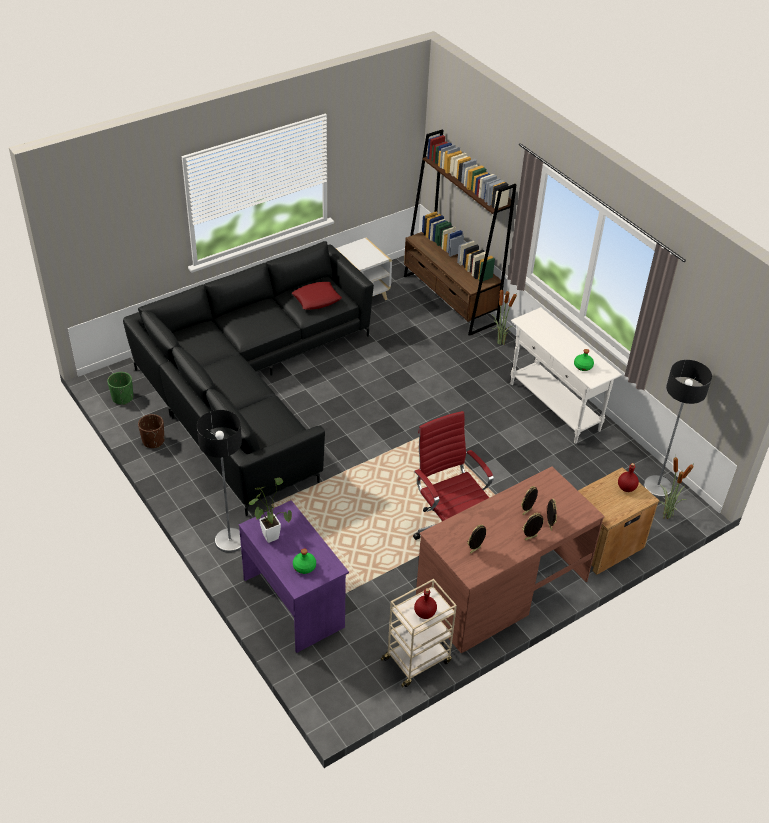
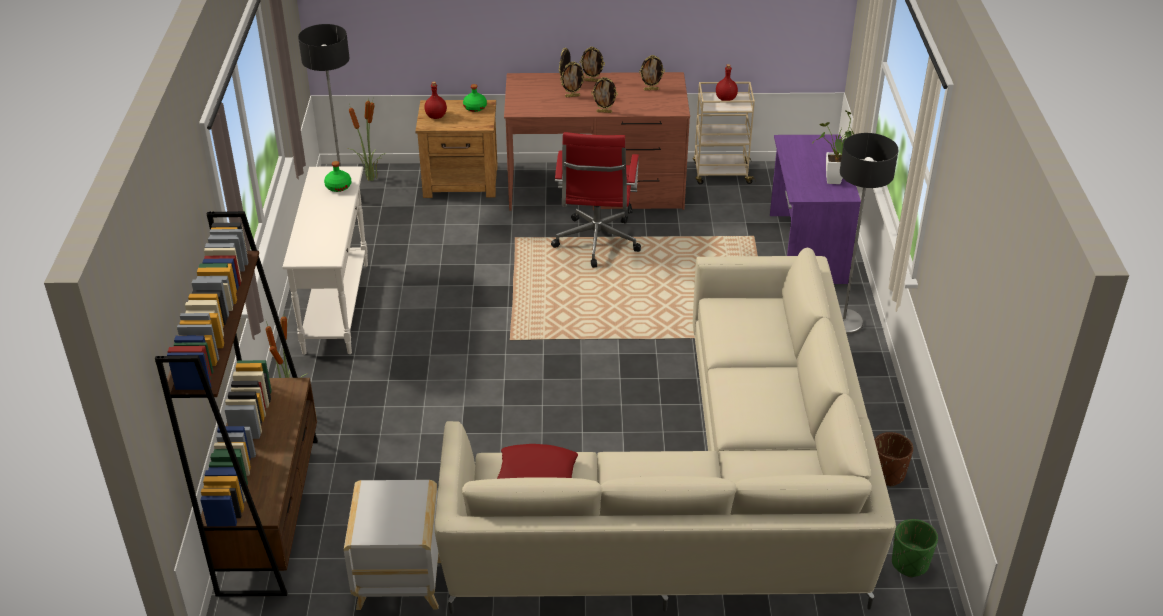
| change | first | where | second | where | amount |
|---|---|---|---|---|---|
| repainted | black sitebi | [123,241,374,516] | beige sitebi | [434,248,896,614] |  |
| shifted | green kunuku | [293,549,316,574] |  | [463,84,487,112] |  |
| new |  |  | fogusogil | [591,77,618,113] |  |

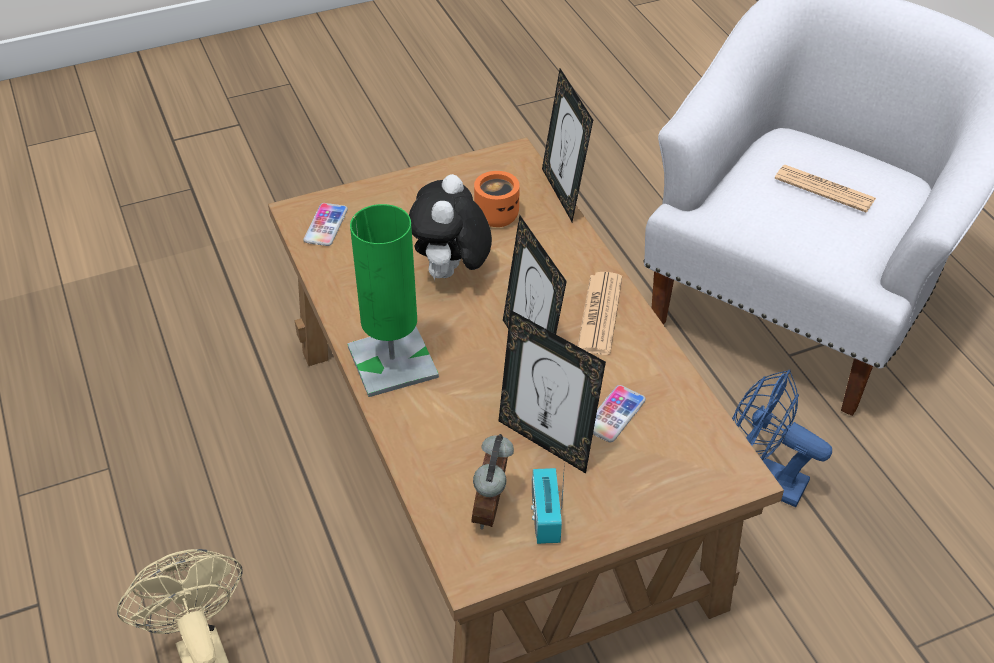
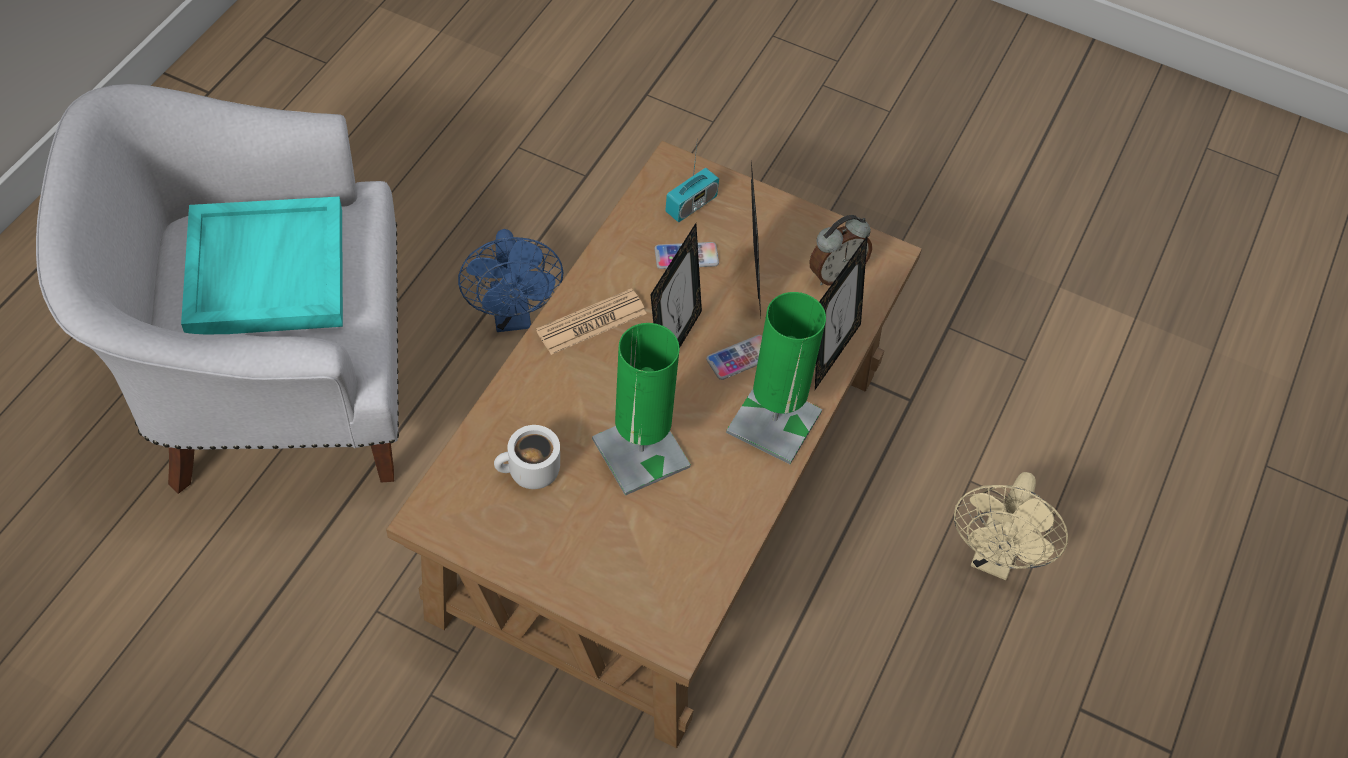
| change | first | where | second | where | amount |
|---|---|---|---|---|---|
| shifted | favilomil | [303,203,348,246] |  | [706,335,762,380] |  |
| swapped | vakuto | [409,174,492,281] | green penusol | [592,323,691,496] |  |
| repainted | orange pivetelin | [474,171,520,227] | white pivetelin | [494,425,560,489] |  |
| shifted | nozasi | [531,463,565,544] |  | [665,137,719,222] |  |
| shifted | fogusogil | [542,68,593,222] |  | [815,235,868,390] |  |
| swapped | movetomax | [774,165,876,212] | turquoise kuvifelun | [181,196,343,335] |  |

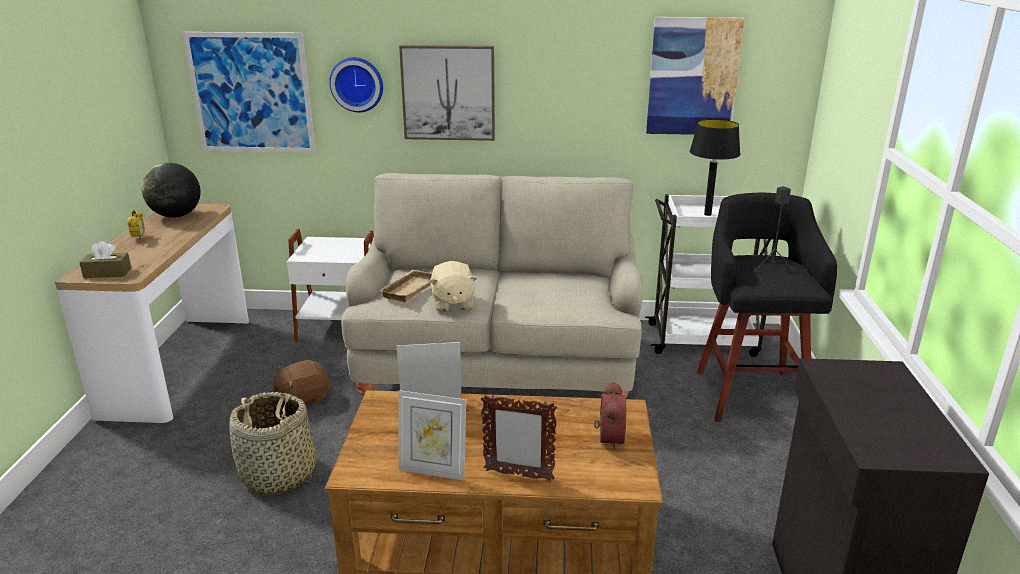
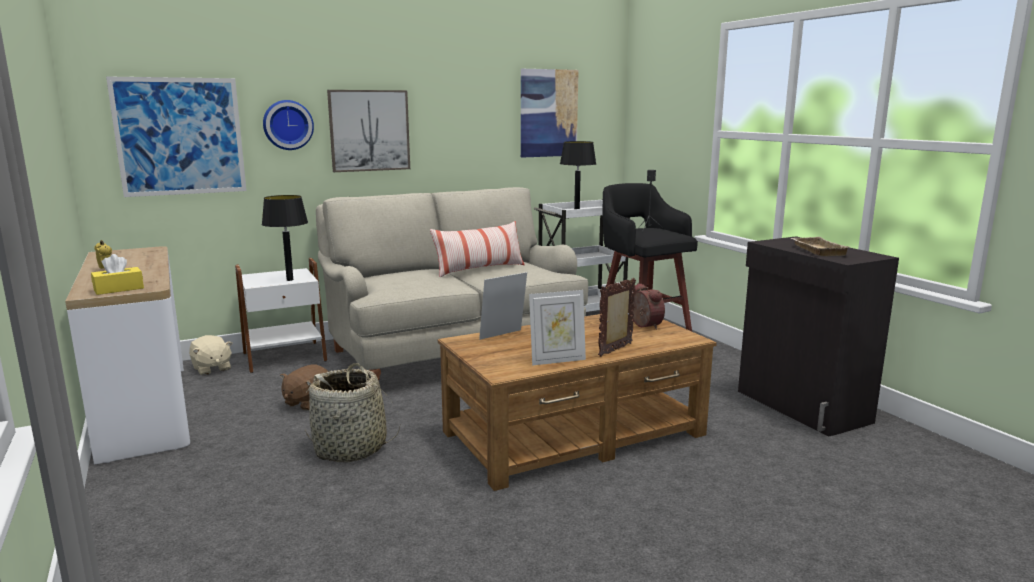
| change | first | where | second | where | amount |
|---|---|---|---|---|---|
| repainted | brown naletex | [79,241,131,278] | yellow naletex | [91,254,144,295] |  |
| gone | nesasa | [142,163,201,218] |  |  |  |
| shifted | beige kuvifelun | [378,270,432,302] |  | [790,237,851,256] |  |
| shifted | beige vakuto | [429,261,477,312] |  | [189,335,232,375] |  |
| rotated | fogusogil | [481,395,557,481] |  | [598,278,636,357] | 150 degrees clockwise |
| new |  |  | black penusol | [262,195,308,281] |  |
| new |  |  | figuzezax | [430,221,524,277] |  |

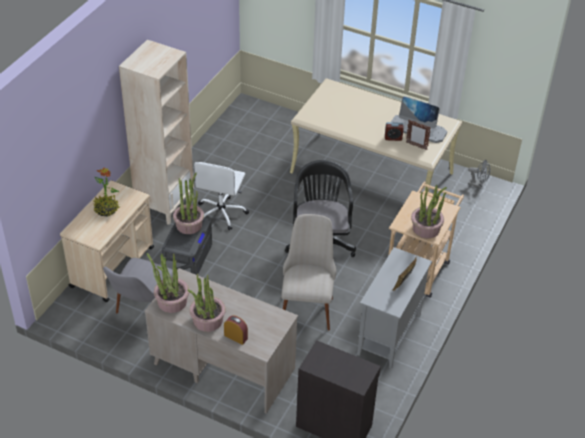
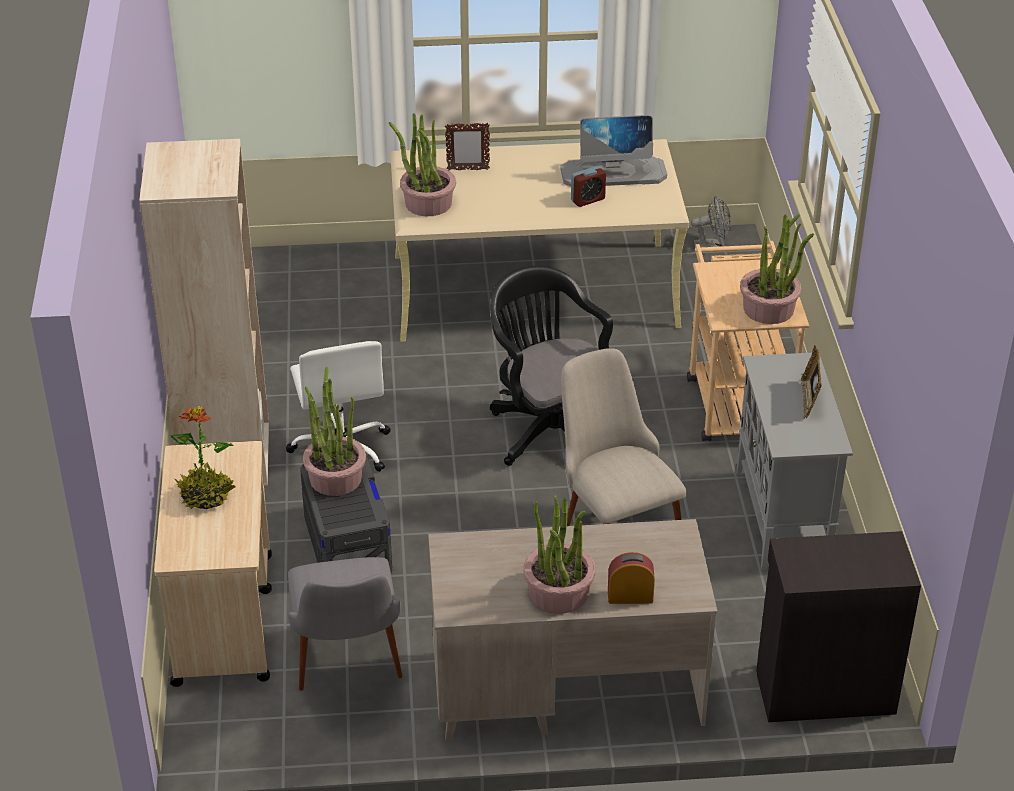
| change | first | where | second | where | amount |
|---|---|---|---|---|---|
| shifted | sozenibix | [147,253,189,313] |  | [389,113,456,216] |  |
| shifted | fogusogil | [406,120,431,150] |  | [445,122,490,170] |  |

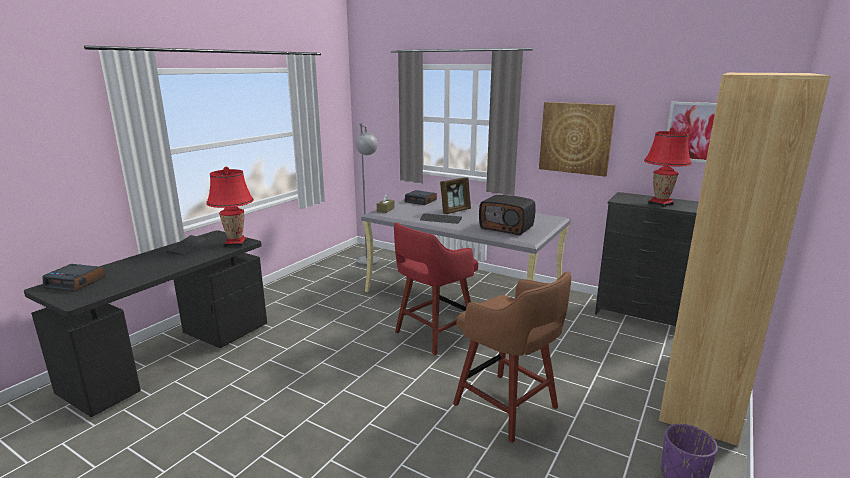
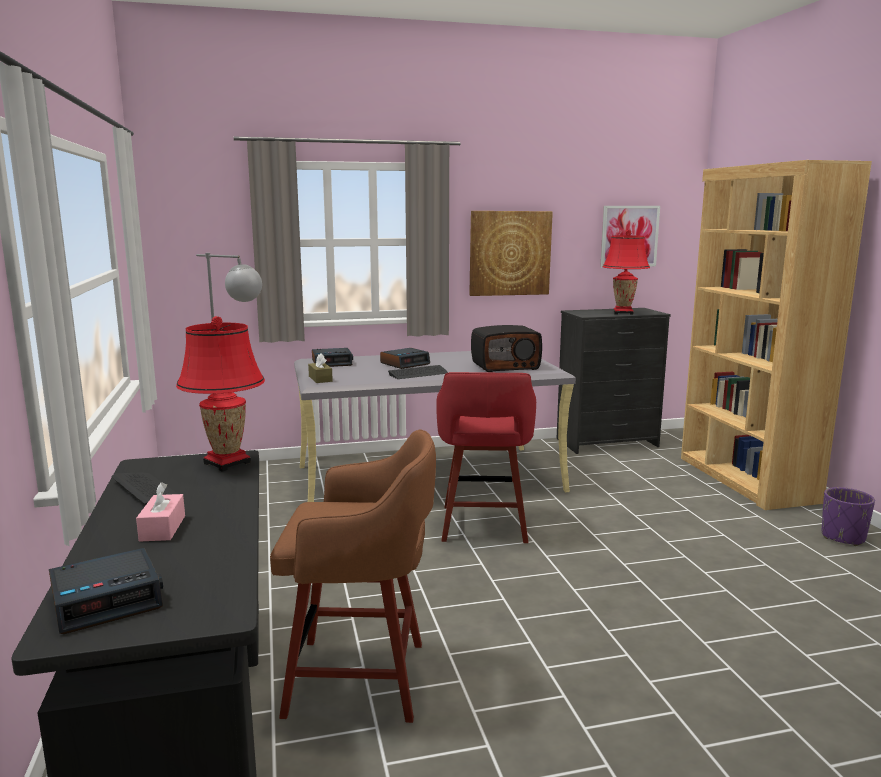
| change | first | where | second | where | amount |
|---|---|---|---|---|---|
| swapped | fogusogil | [440,177,471,214] | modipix | [380,348,430,369] |  |
| shifted | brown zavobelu | [453,272,571,443] |  | [270,429,436,723] |  |
| new |  |  | pink naletex | [136,482,185,542] |  |

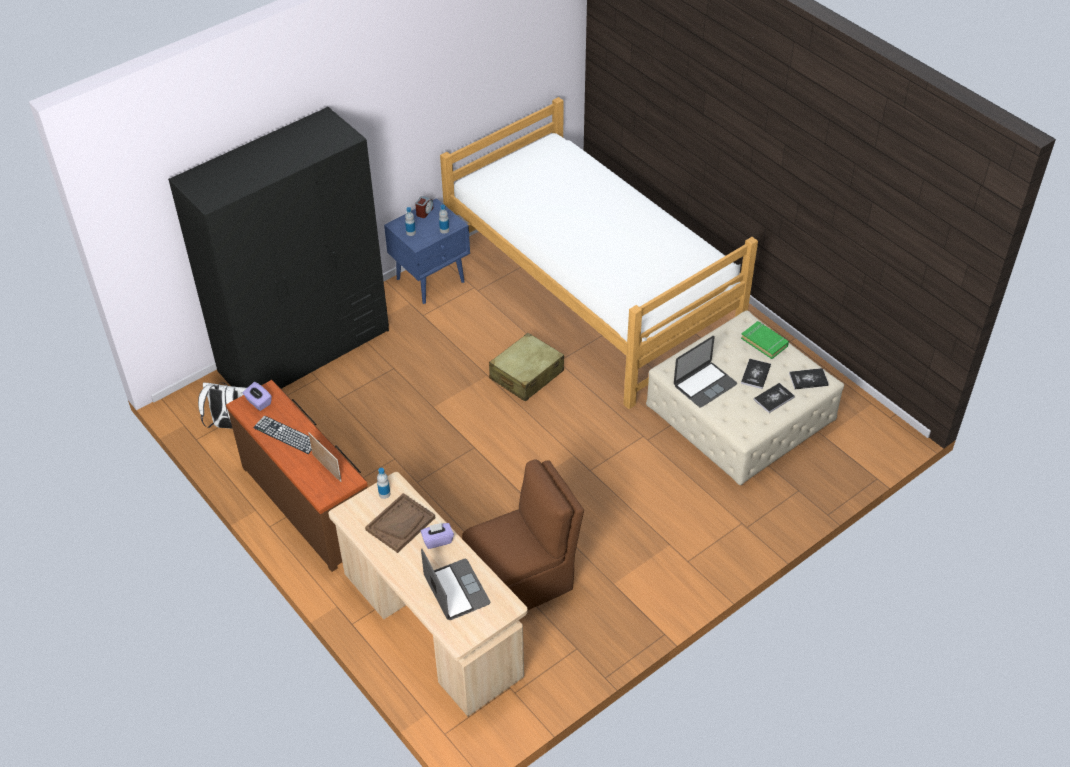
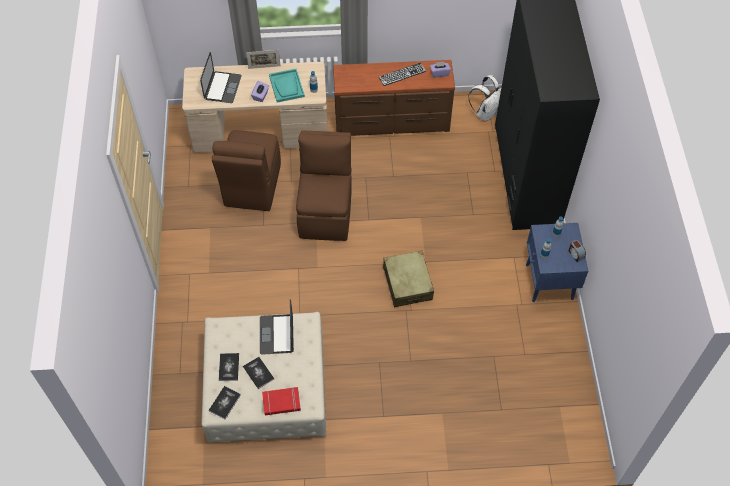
| change | first | where | second | where | amount |
|---|---|---|---|---|---|
| shifted | fogusogil | [308,432,342,482] |  | [246,50,280,69] |  |
| repainted | brown kuvifelun | [365,493,435,553] | turquoise kuvifelun | [269,69,305,103] |  |
| rotated | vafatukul | [421,549,491,620] |  | [200,52,242,103] | 90 degrees counterclockwise |
| gone | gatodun | [440,97,758,409] |  |  |  |
| repainted | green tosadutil | [741,321,789,359] | red tosadutil | [262,387,301,415] |  |
| new |  |  | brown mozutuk | [296,130,352,241] |  |

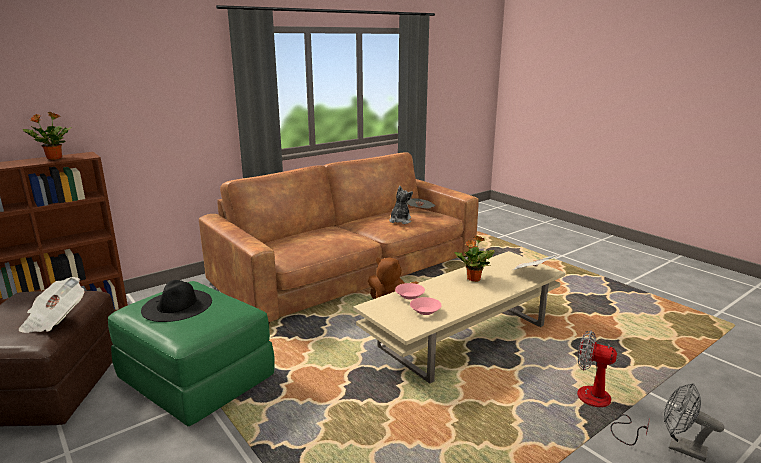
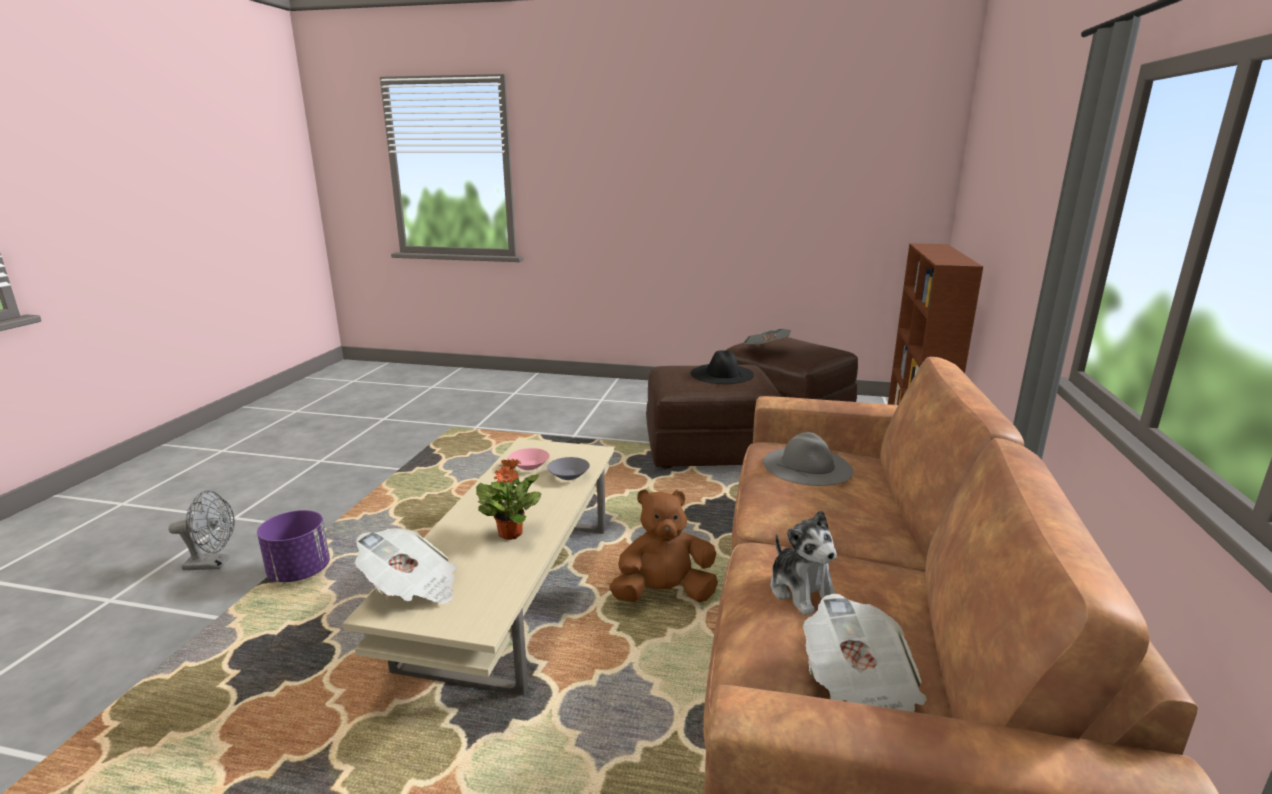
| change | first | where | second | where | amount |
|---|---|---|---|---|---|
| gone | sozenibix | [23,112,72,160] |  |  |  |
| repainted | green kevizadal | [108,281,275,427] | brown kevizadal | [646,365,781,468] |  |
| repainted | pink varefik | [395,283,425,300] | grey varefik | [547,457,590,480] |  |
| swapped | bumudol | [577,330,649,446] | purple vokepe | [257,510,330,582] |  |
| new |  |  | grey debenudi | [763,432,854,486] |  |

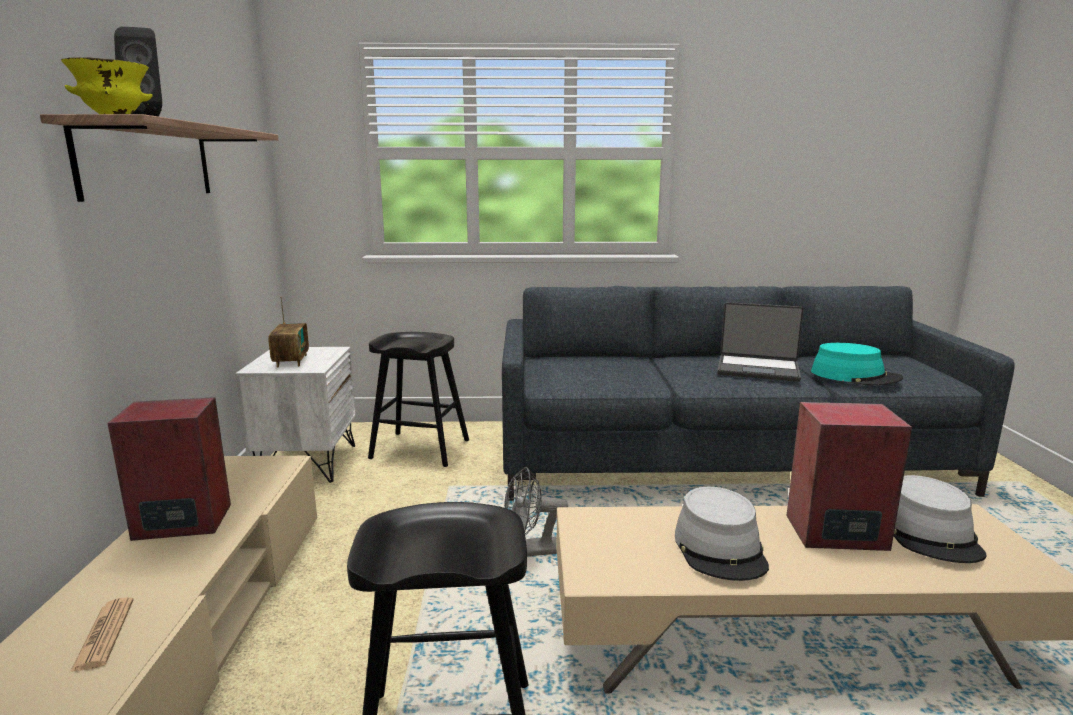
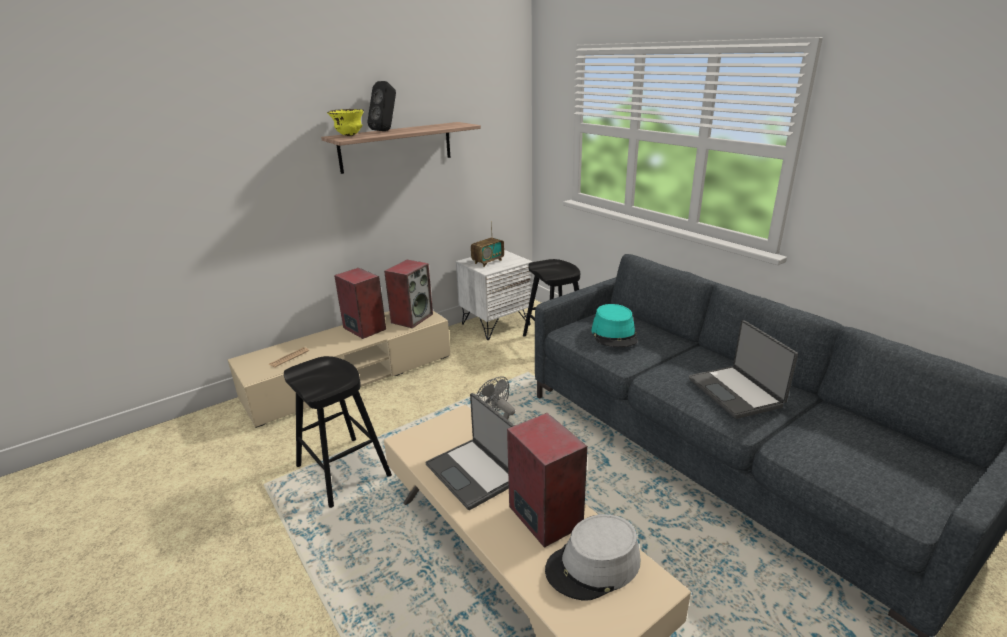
| change | first | where | second | where | amount |
|---|---|---|---|---|---|
| swapped | grey debenudi | [675,487,769,581] | vafatukul | [426,393,515,510] |  |
| shifted | turquoise debenudi | [811,343,903,386] |  | [592,304,638,347] |  |
| new |  |  | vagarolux | [384,260,433,328] |  |

